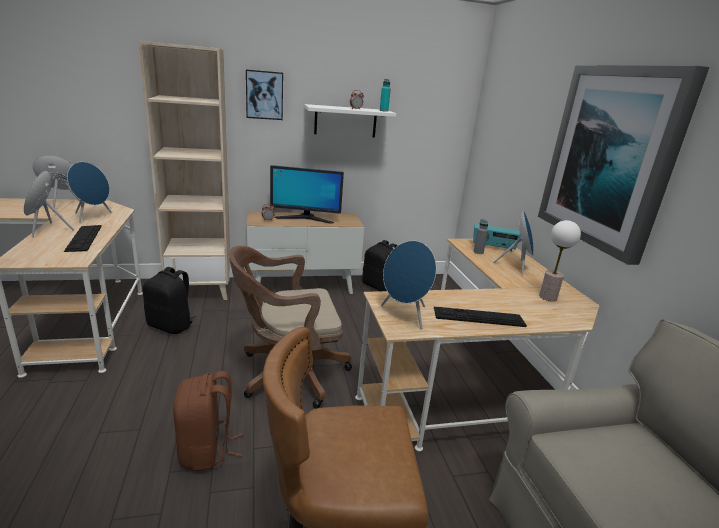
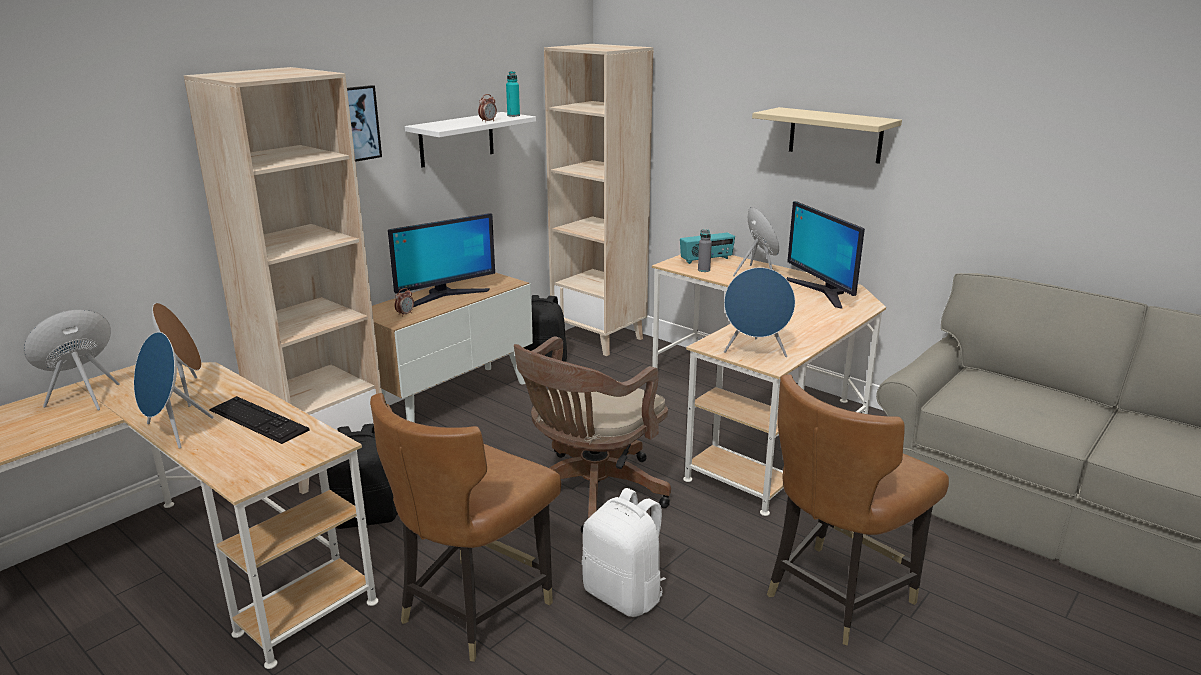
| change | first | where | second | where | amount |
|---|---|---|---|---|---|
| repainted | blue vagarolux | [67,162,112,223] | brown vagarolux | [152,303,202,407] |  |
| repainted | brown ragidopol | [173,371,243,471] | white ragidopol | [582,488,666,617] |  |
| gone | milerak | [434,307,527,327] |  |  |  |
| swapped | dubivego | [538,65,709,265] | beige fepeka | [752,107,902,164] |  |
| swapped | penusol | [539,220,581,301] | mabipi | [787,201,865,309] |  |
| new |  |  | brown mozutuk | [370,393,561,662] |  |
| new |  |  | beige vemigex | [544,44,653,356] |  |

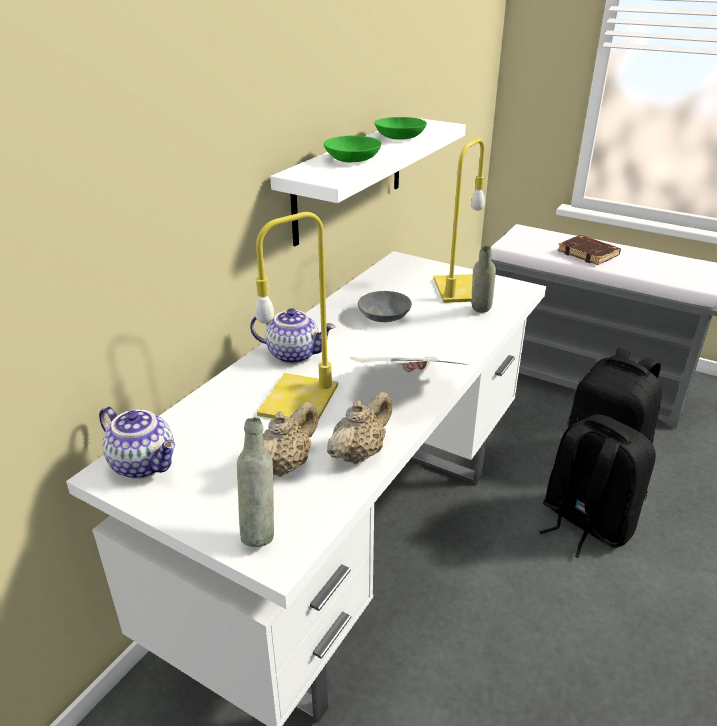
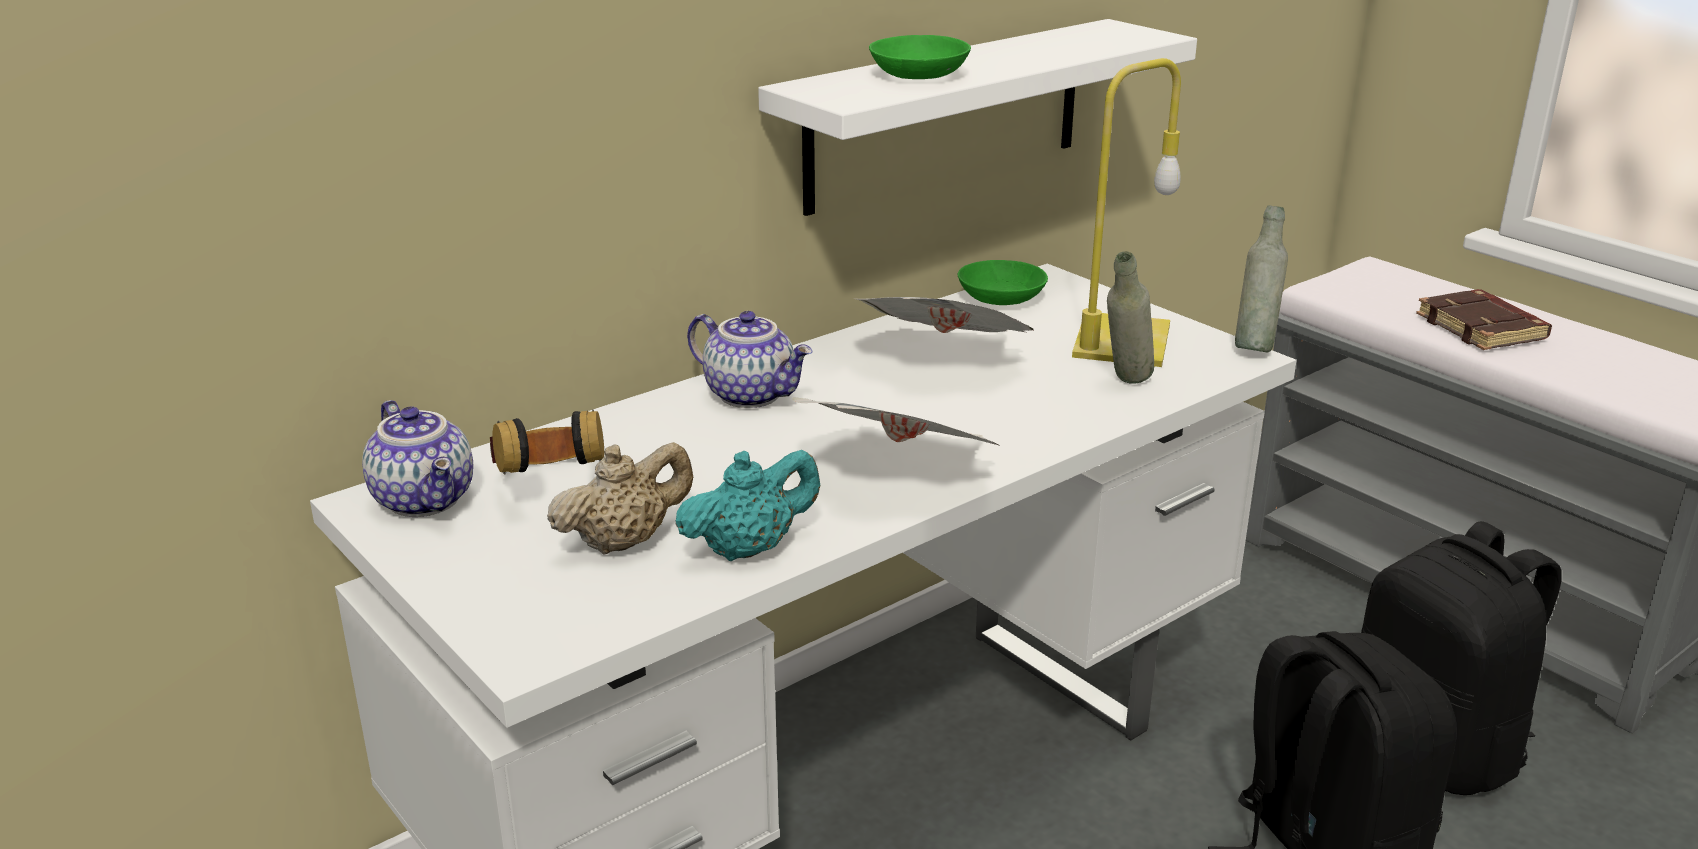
| change | first | where | second | where | amount |
|---|---|---|---|---|---|
| shifted | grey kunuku | [237,417,274,547] |  | [1235,205,1288,353] |  |
| gone | yellow penusol | [255,212,338,423] |  |  |  |
| repainted | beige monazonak | [327,392,392,464] | turquoise monazonak | [675,450,820,561] |  |
| swapped | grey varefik | [358,291,412,322] | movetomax | [853,297,1034,333] |  |
| shifted | green varefik | [374,117,427,140] |  | [957,260,1048,305] |  |
| new |  |  | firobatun | [490,409,604,474] |  |

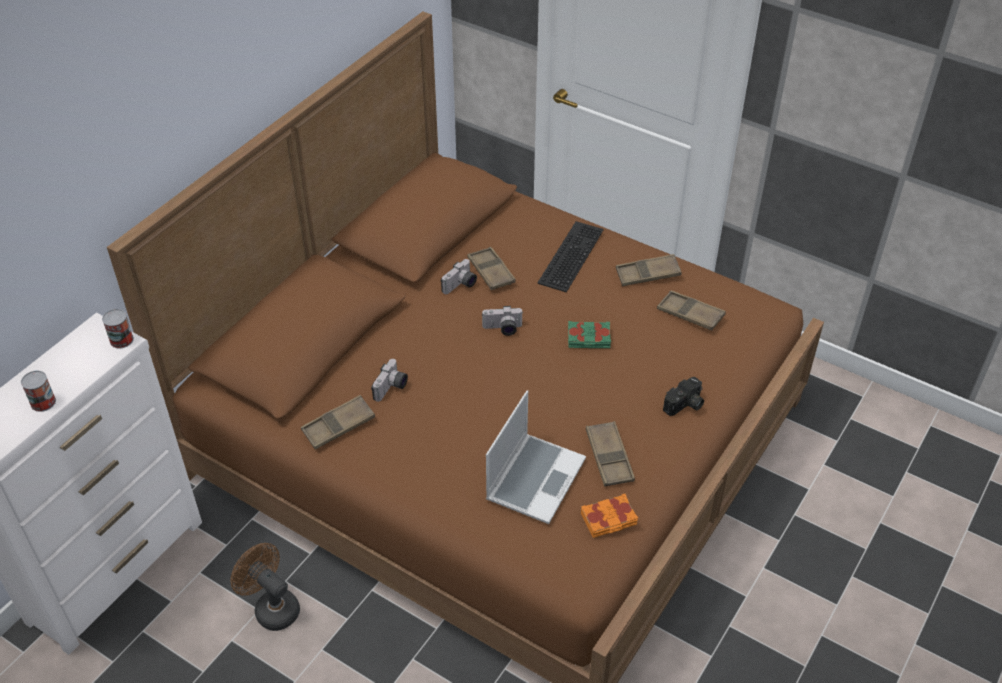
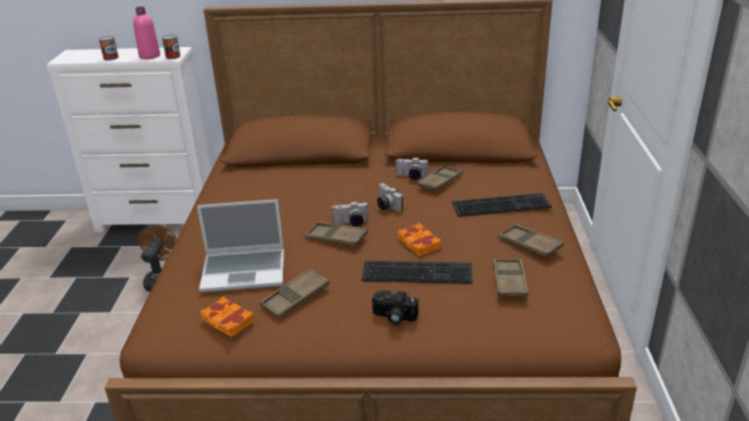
| change | first | where | second | where | amount |
|---|---|---|---|---|---|
| shifted | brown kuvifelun | [301,395,375,449] |  | [305,222,368,246] |  |
| shifted | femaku | [371,359,408,402] |  | [332,201,368,226] |  |
| repainted | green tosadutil | [568,321,611,348] | orange tosadutil | [398,223,441,256] |  |
| new |  |  | pink kunuku | [133,7,160,59] |  |
| new |  |  | milerak | [362,261,473,284] |  |

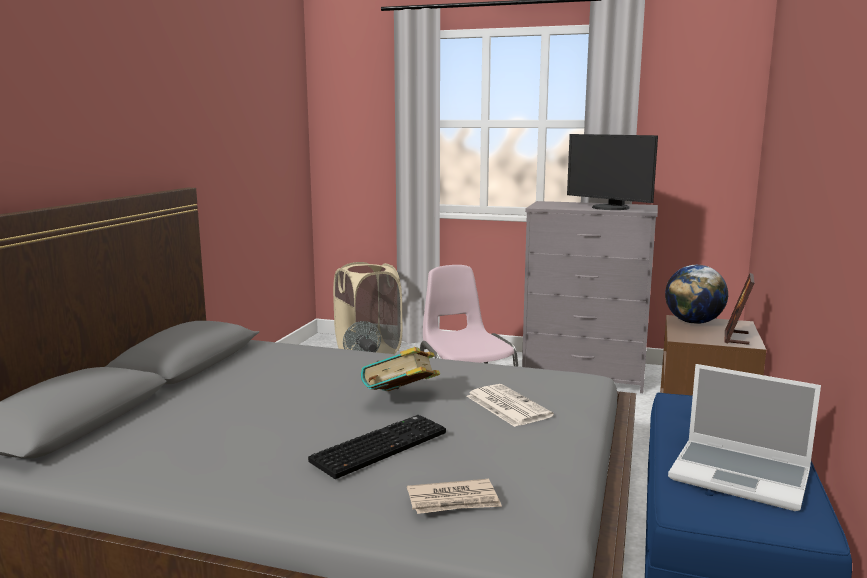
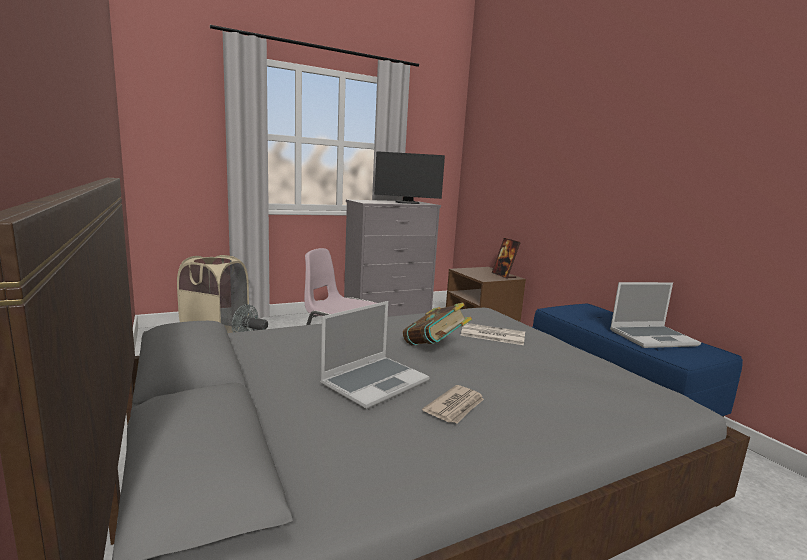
| change | first | where | second | where | amount |
|---|---|---|---|---|---|
| gone | milerak | [308,415,446,479] |  |  |  |
| shifted | movetomax | [407,479,502,514] |  | [422,385,484,424] |  |
| gone | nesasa | [665,265,728,324] |  |  |  |
| new |  |  | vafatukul | [320,301,430,409] |  |

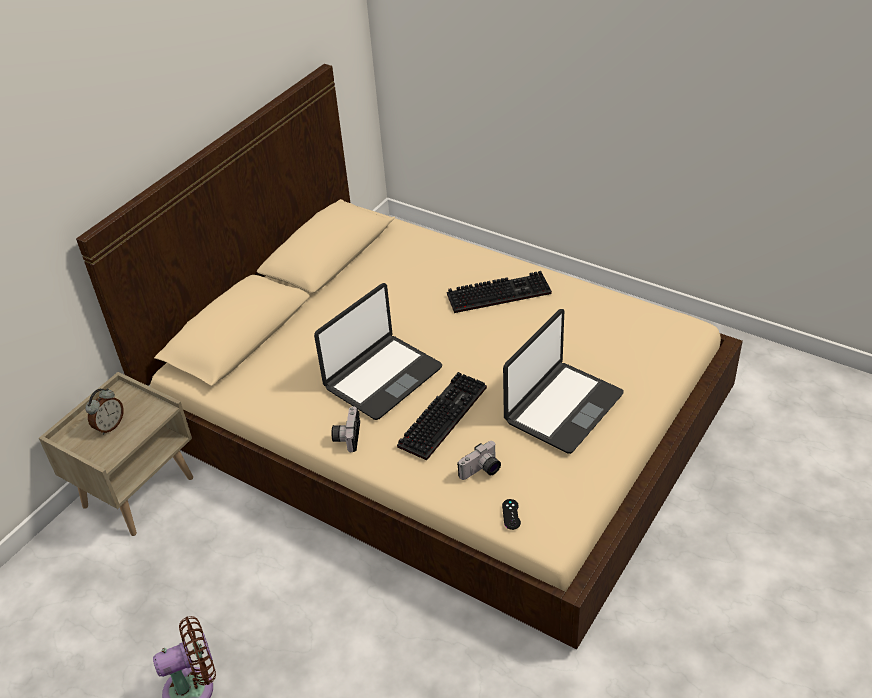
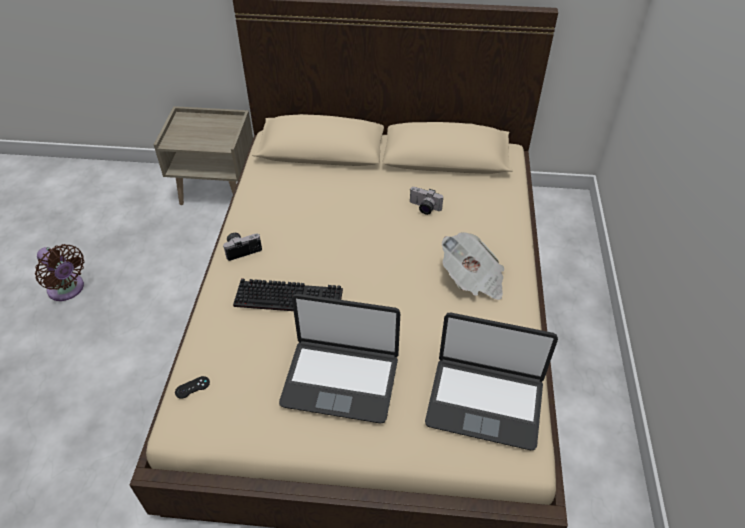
| change | first | where | second | where | amount |
|---|---|---|---|---|---|
| gone | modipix | [85,388,124,435] |  |  |  |
| shifted | vafatukul | [314,283,442,420] |  | [425,312,558,450] |  |
| swapped | milerak | [447,271,552,313] | movetomax | [442,232,504,300] |  |
| shifted | femaku | [457,441,501,480] |  | [410,187,443,215] |  |

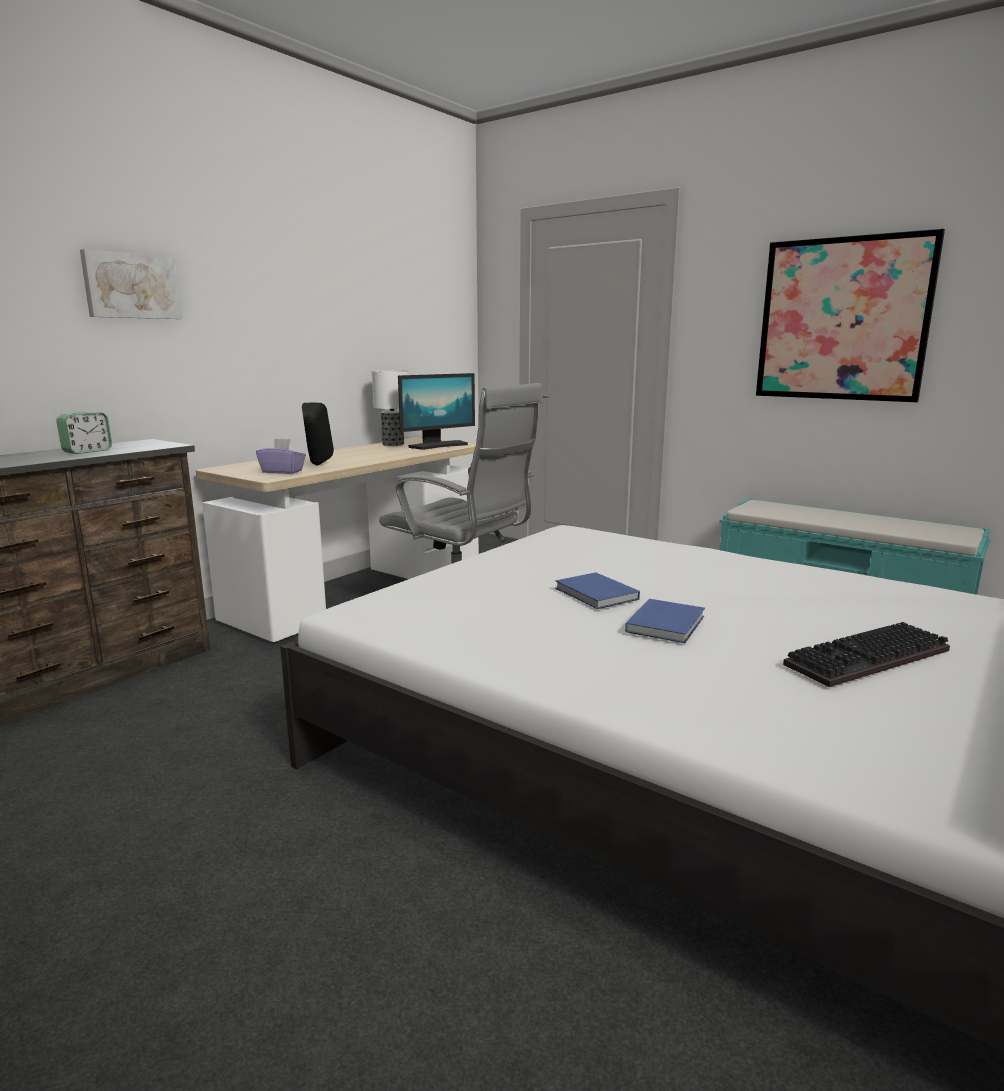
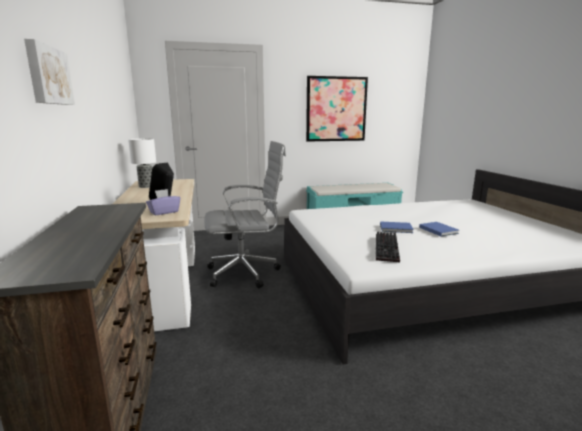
| change | first | where | second | where | amount |
|---|---|---|---|---|---|
| gone | modipix | [56,412,112,454] |  |  |  |
| gone | mabipi | [398,373,475,450] |  |  |  |
| shifted | milerak | [783,622,950,687] |  | [376,231,400,262] |  |

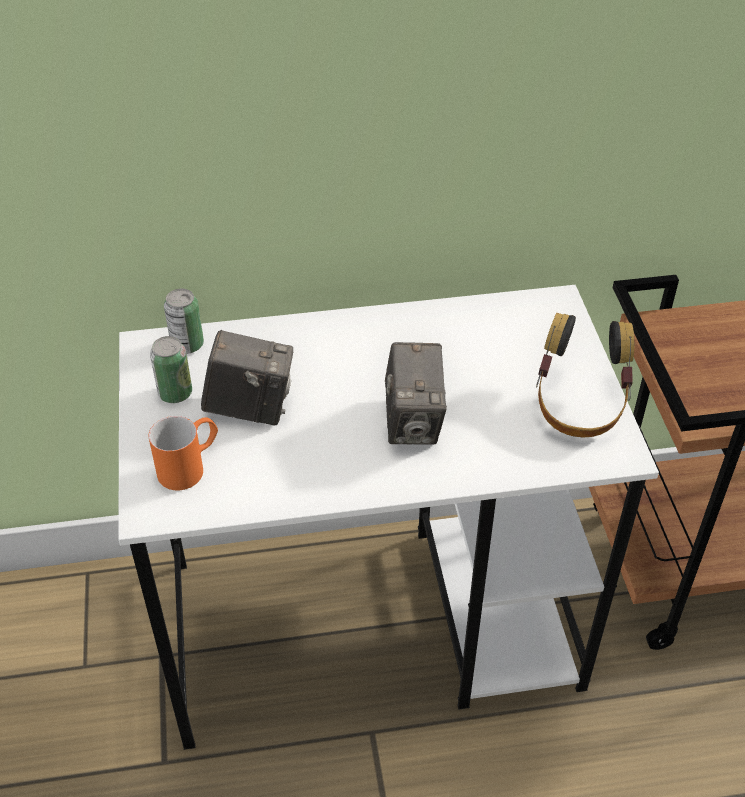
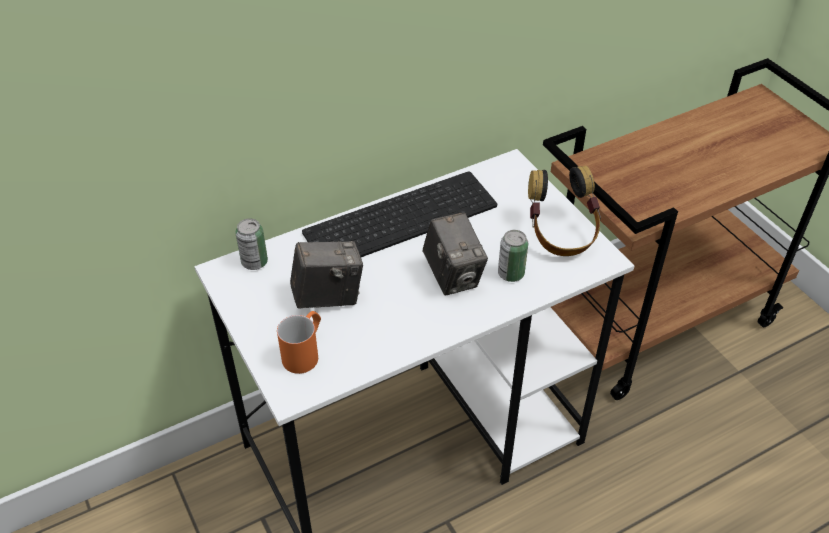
| change | first | where | second | where | amount |
|---|---|---|---|---|---|
| shifted | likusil | [150,336,192,403] |  | [498,230,528,282] |  |
| new |  |  | milerak | [302,171,497,257] |  |

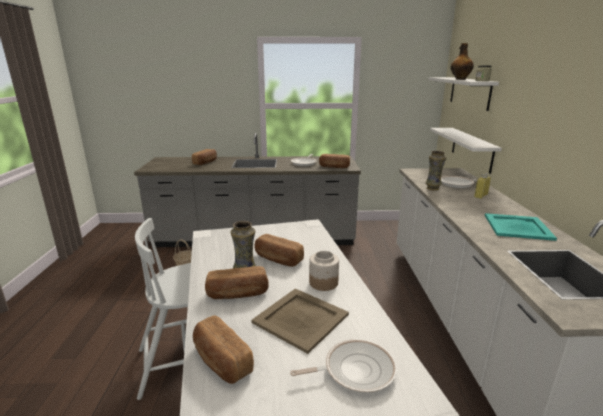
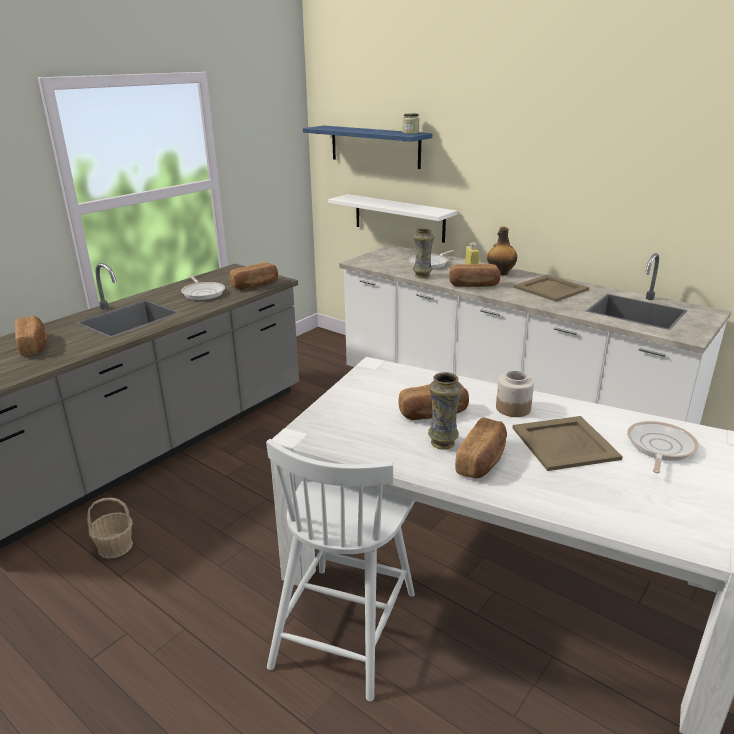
| change | first | where | second | where | amount |
|---|---|---|---|---|---|
| shifted | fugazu | [193,315,254,384] |  | [449,264,500,287] |  |
| repainted | white fepeka | [429,77,499,111] | blue fepeka | [303,126,433,169] |  |
| shifted | kunuku | [451,43,474,80] |  | [487,227,517,275] |  |
| repainted | turquoise kuvifelun | [485,213,557,241] | beige kuvifelun | [513,275,589,302] |  |

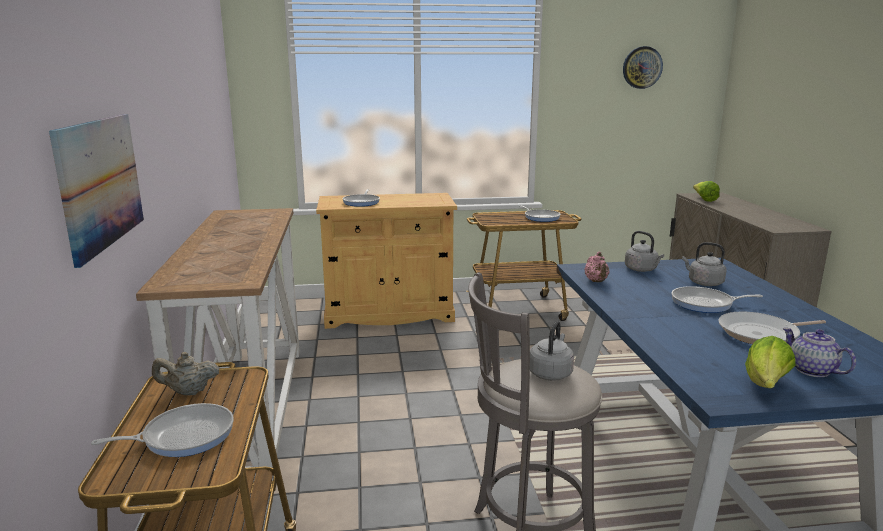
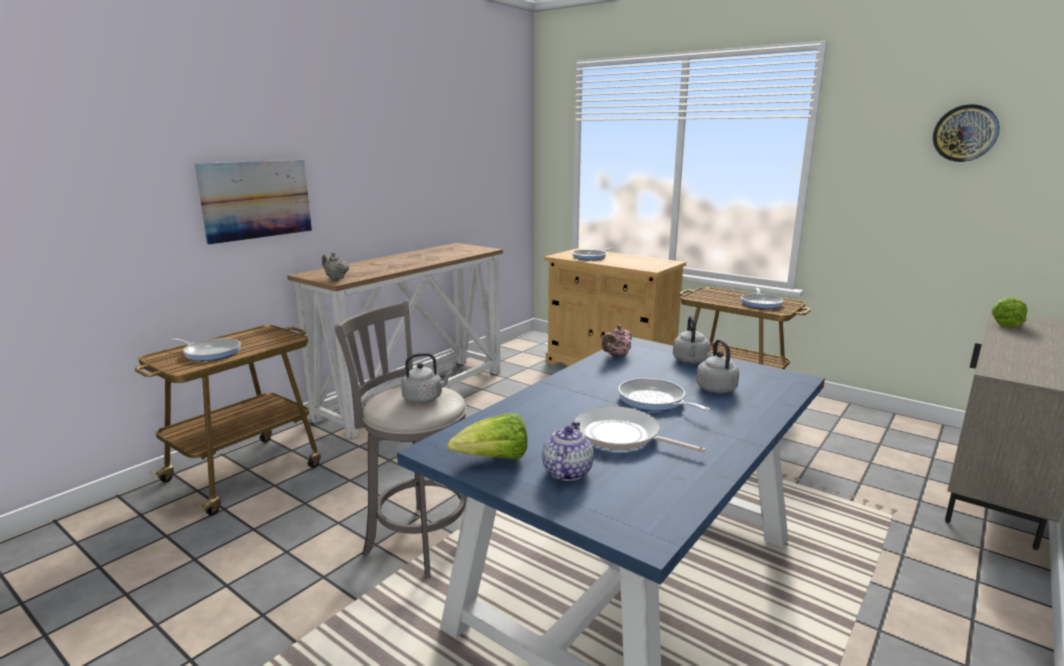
| change | first | where | second | where | amount |
|---|---|---|---|---|---|
| shifted | beige monazonak | [152,352,219,395] |  | [322,252,349,280] |  |

